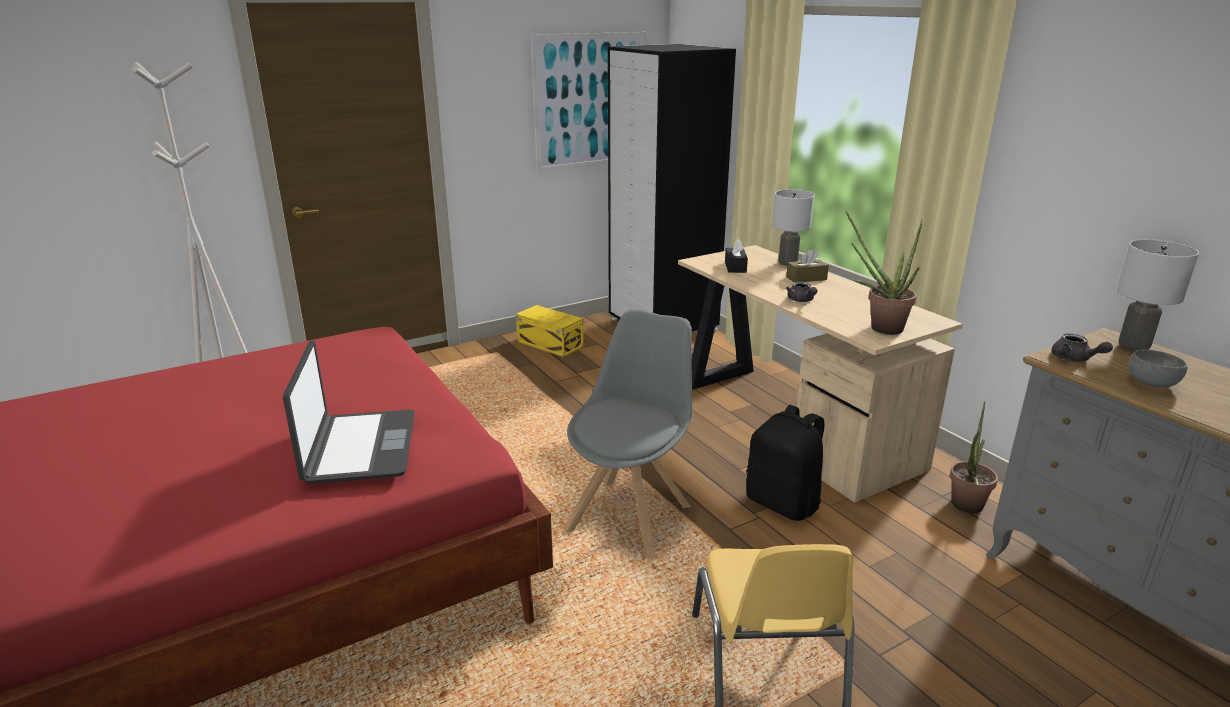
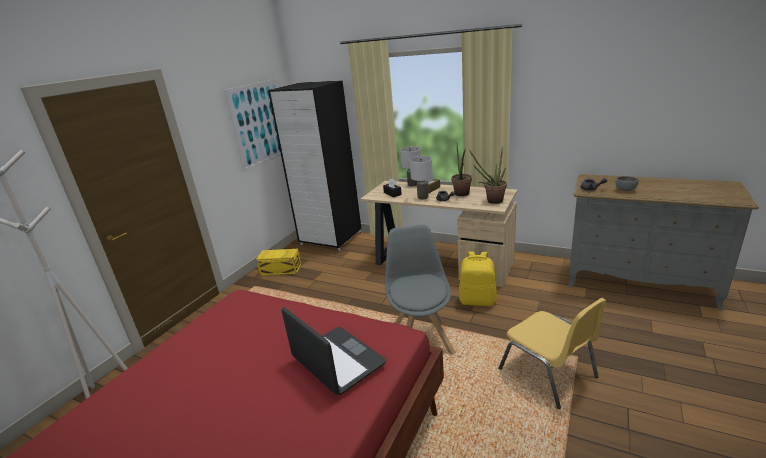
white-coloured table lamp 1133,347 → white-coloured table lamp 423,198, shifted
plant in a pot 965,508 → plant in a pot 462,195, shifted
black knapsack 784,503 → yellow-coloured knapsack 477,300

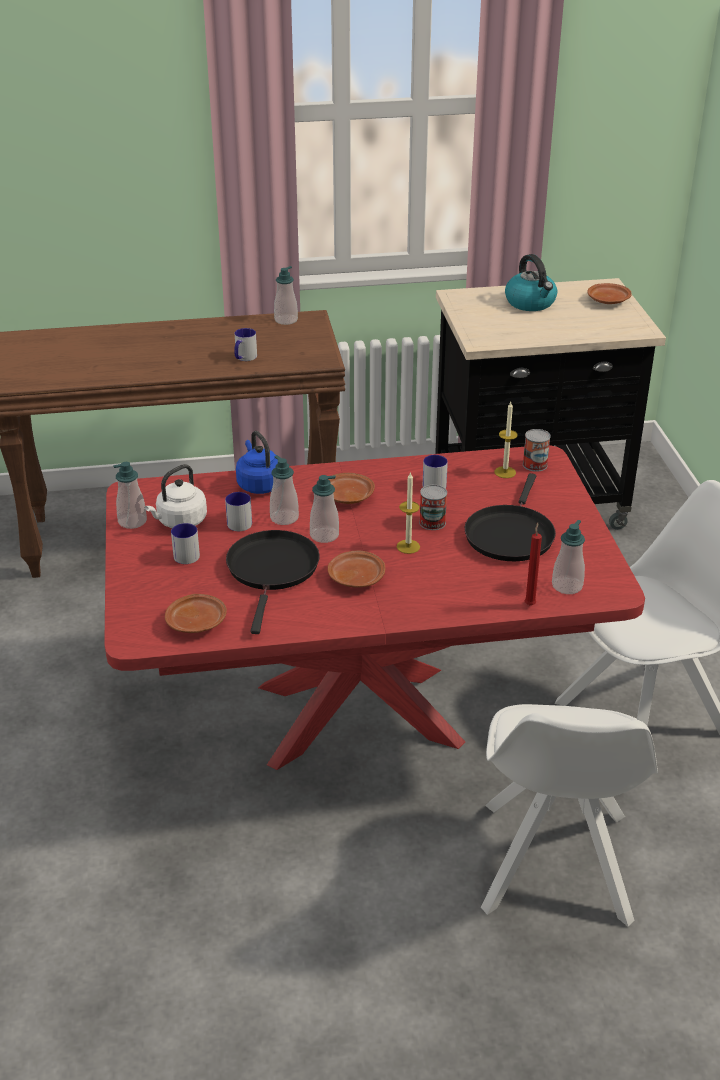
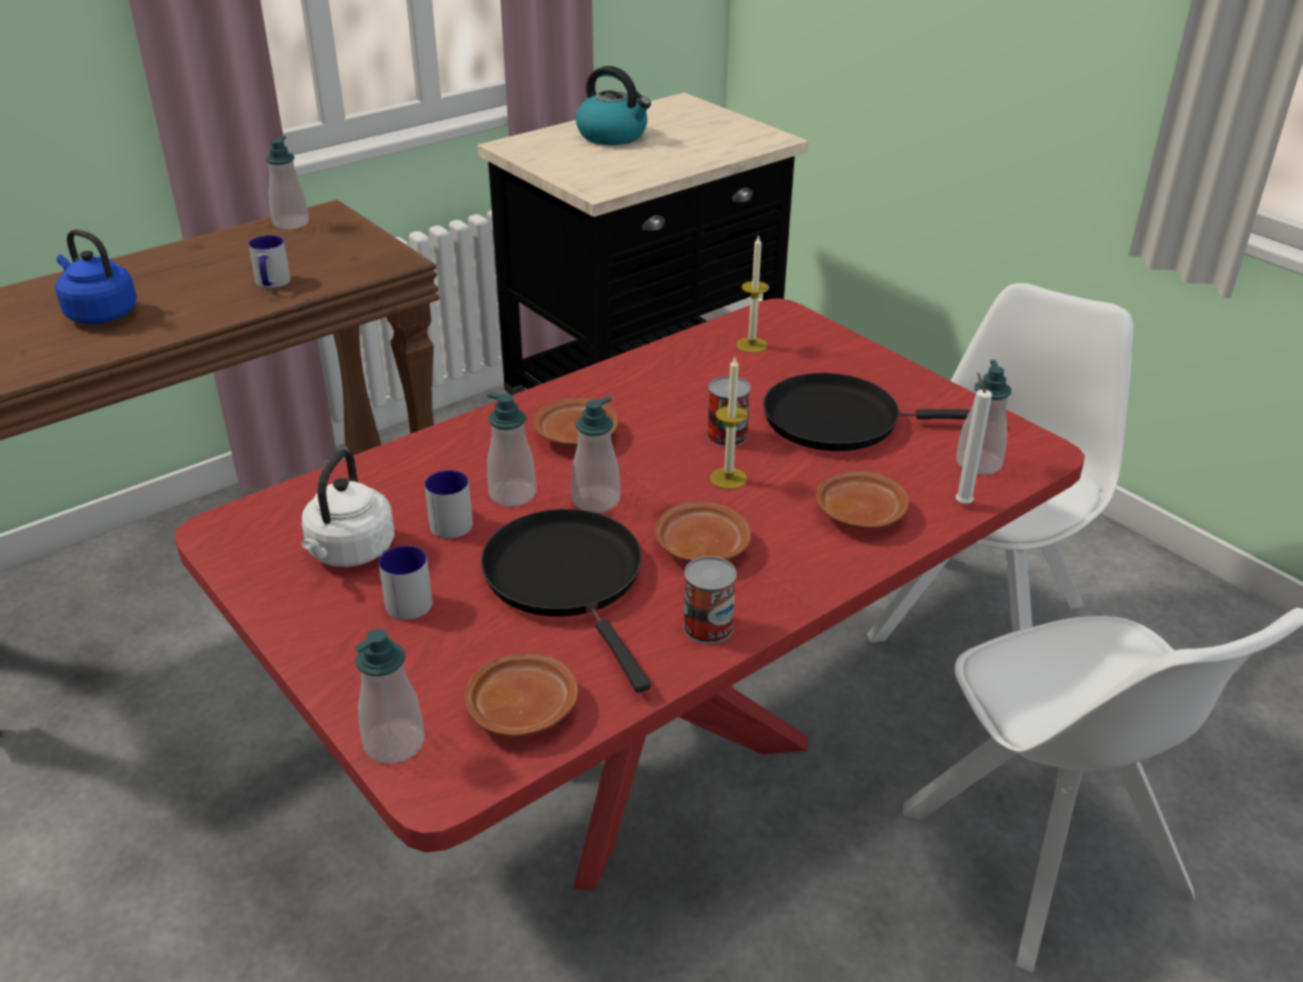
brown dinner plate 608,300 → brown dinner plate 860,513, shifted
can 535,465 → can 708,627, shifted
bluish kettle 259,484 → bluish kettle 99,313, shifted
coffee mug 435,483 → -
liquid soap bottle 132,521 → liquid soap bottle 394,743, shifted
black pan 510,534 → black pan 840,420, 105 degrees clockwise
reddish wax light 530,604 → white-coloured wax light 961,502

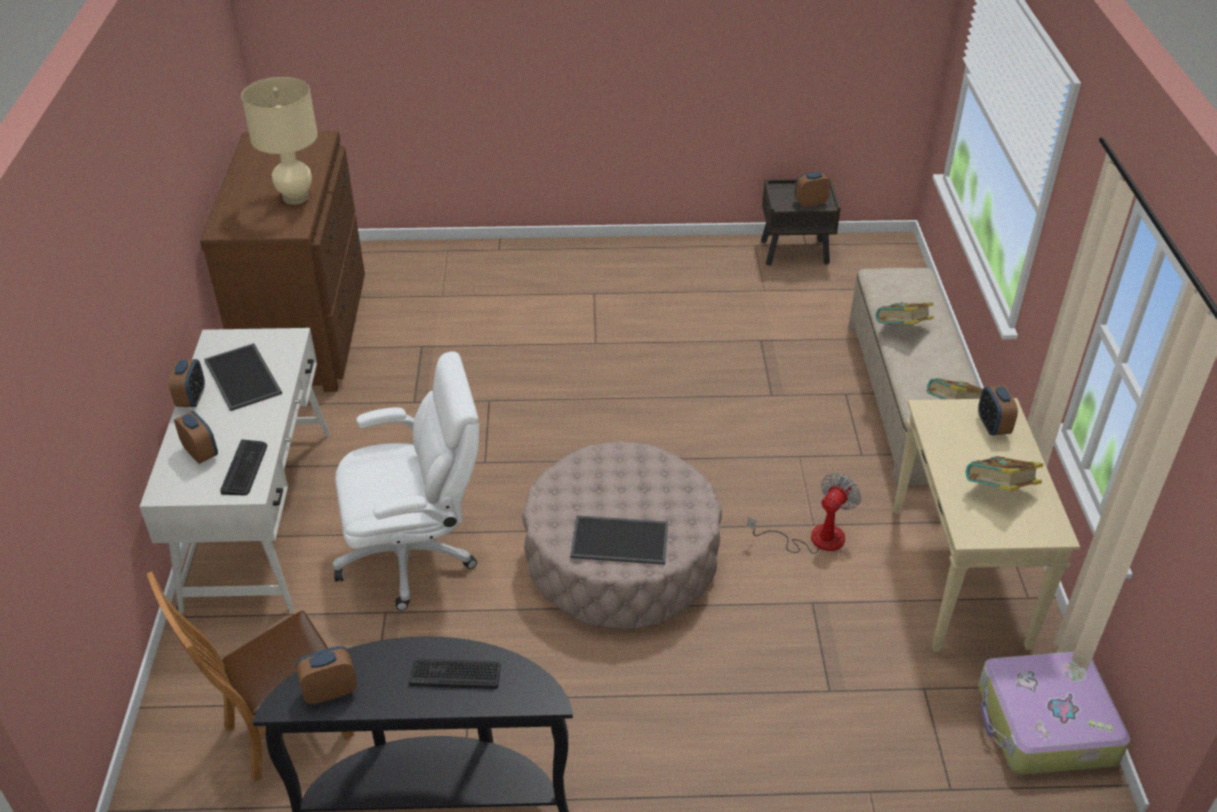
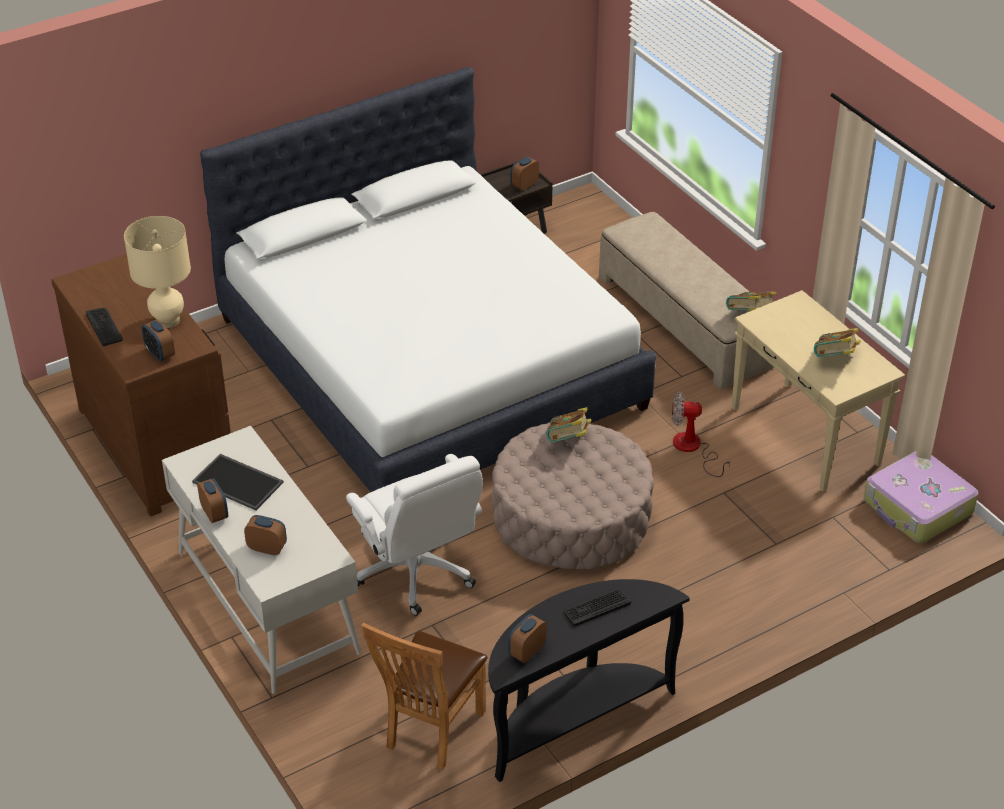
bound book 901,330 → bound book 568,440, shifted
white-coloured computer chair 417,554 → white-coloured computer chair 418,576, 105 degrees clockwise
table clock 992,426 → table clock 160,354, shifted
keyboard 245,468 → keyboard 104,327, shifted
fan 814,538 → fan 693,449, 90 degrees counterclockwise
tray 621,539 → -
- → white-coloured bed 429,362

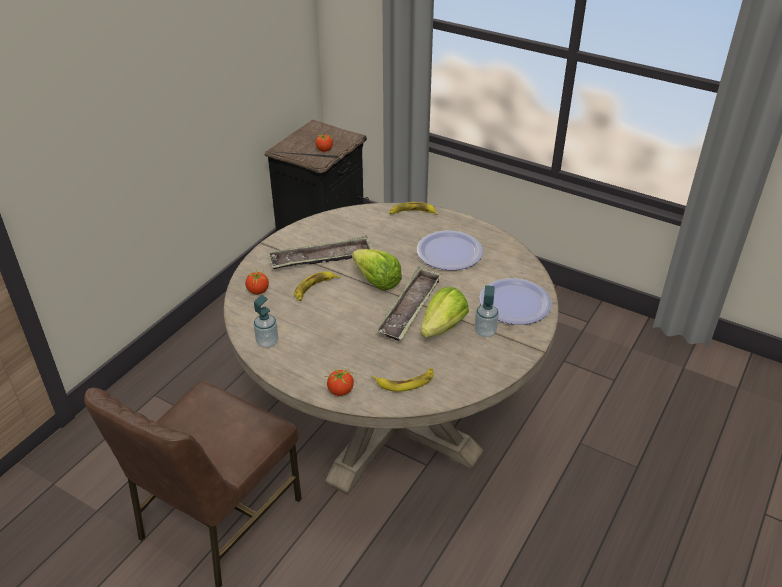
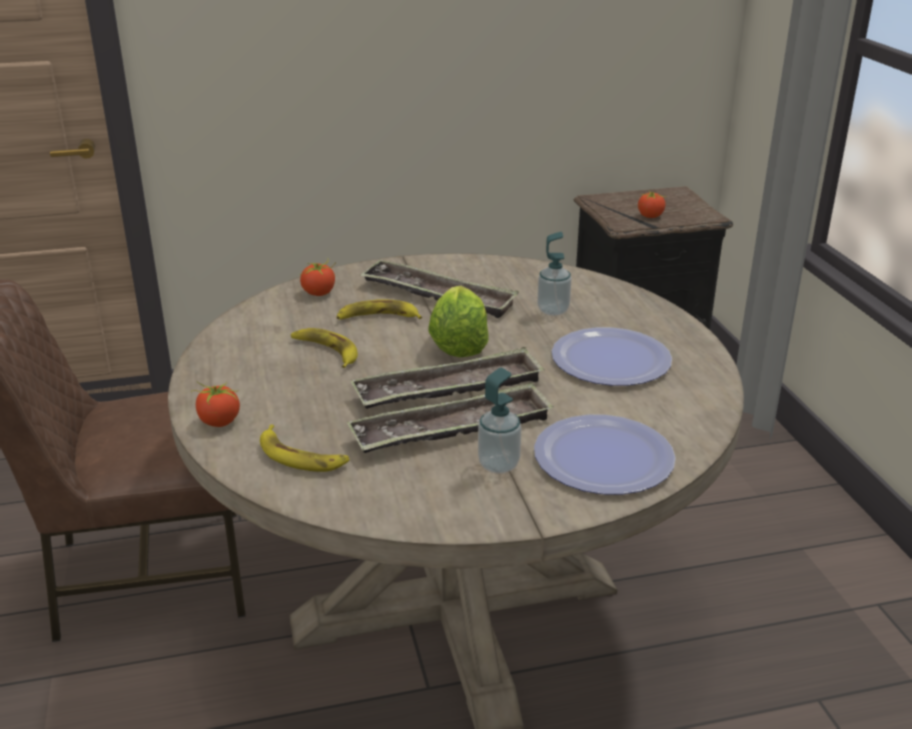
banana fruit 412,213 → banana fruit 326,352, shifted
head of lettuce 443,327 → tray 452,429
liquid soap bottle 267,342 → liquid soap bottle 553,310, shifted

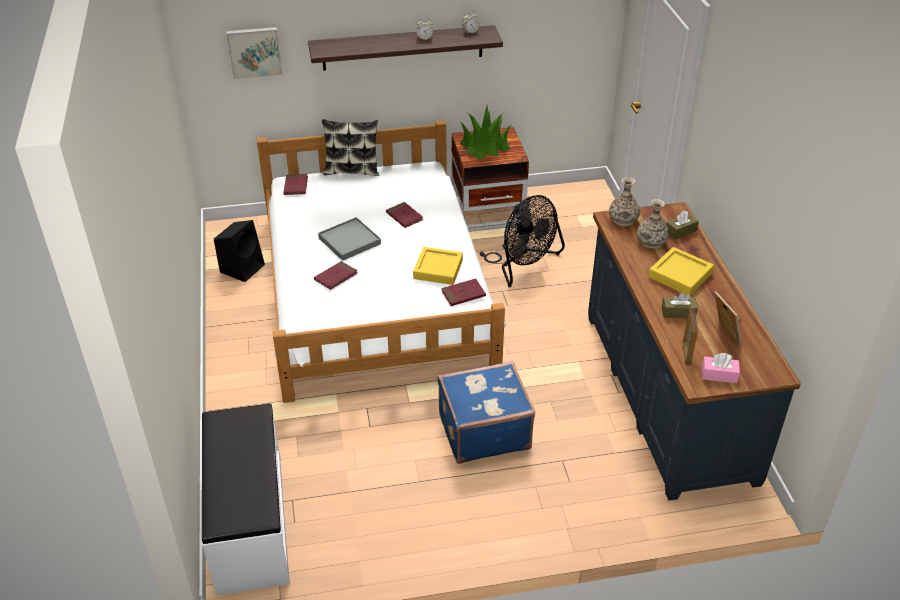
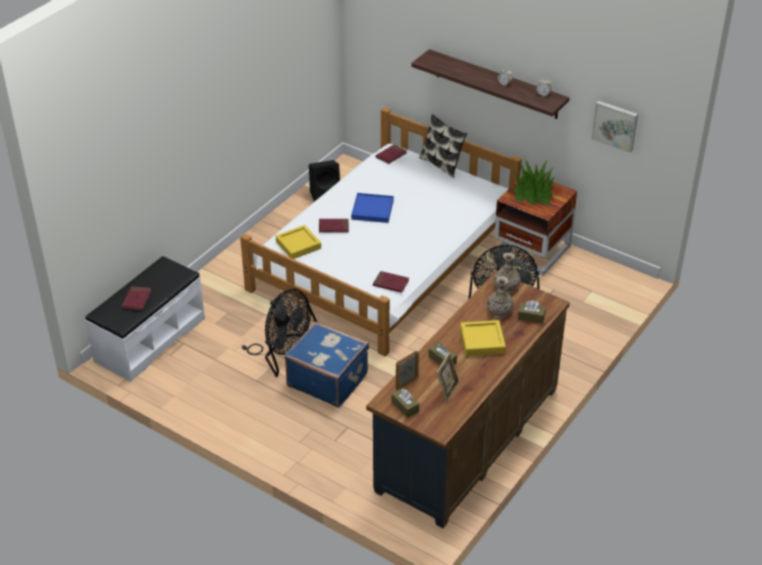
picture 254,52 → picture 615,125, shifted
reddish bound book 404,216 → reddish bound book 136,299, shifted
greyish tray 349,241 → bluish tray 372,210
yellow-coloured tray 438,269 → yellow-coloured tray 298,245, shifted
pinkish box of tissues 719,375 → brown box of tissues 405,407
- → black fan 282,352

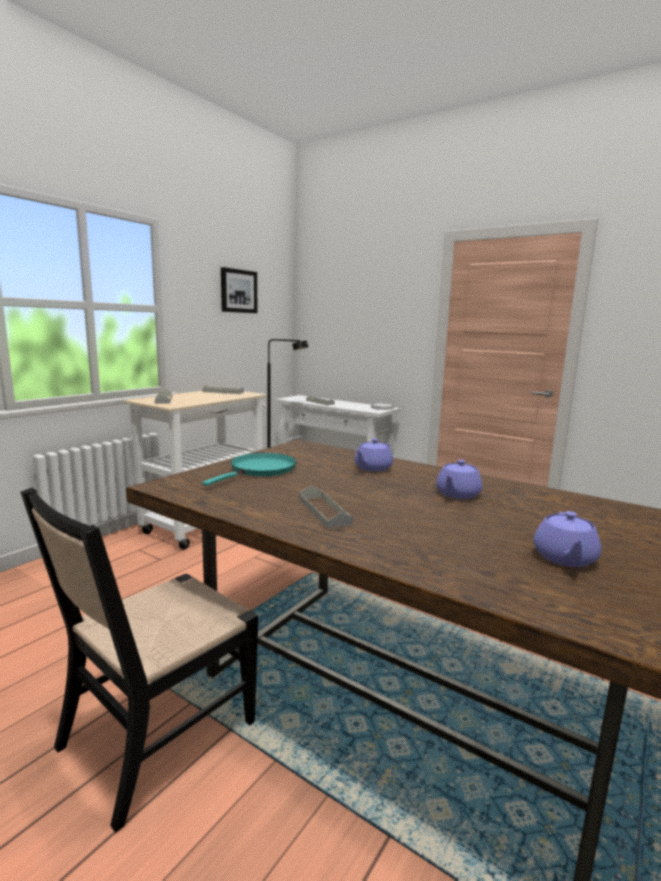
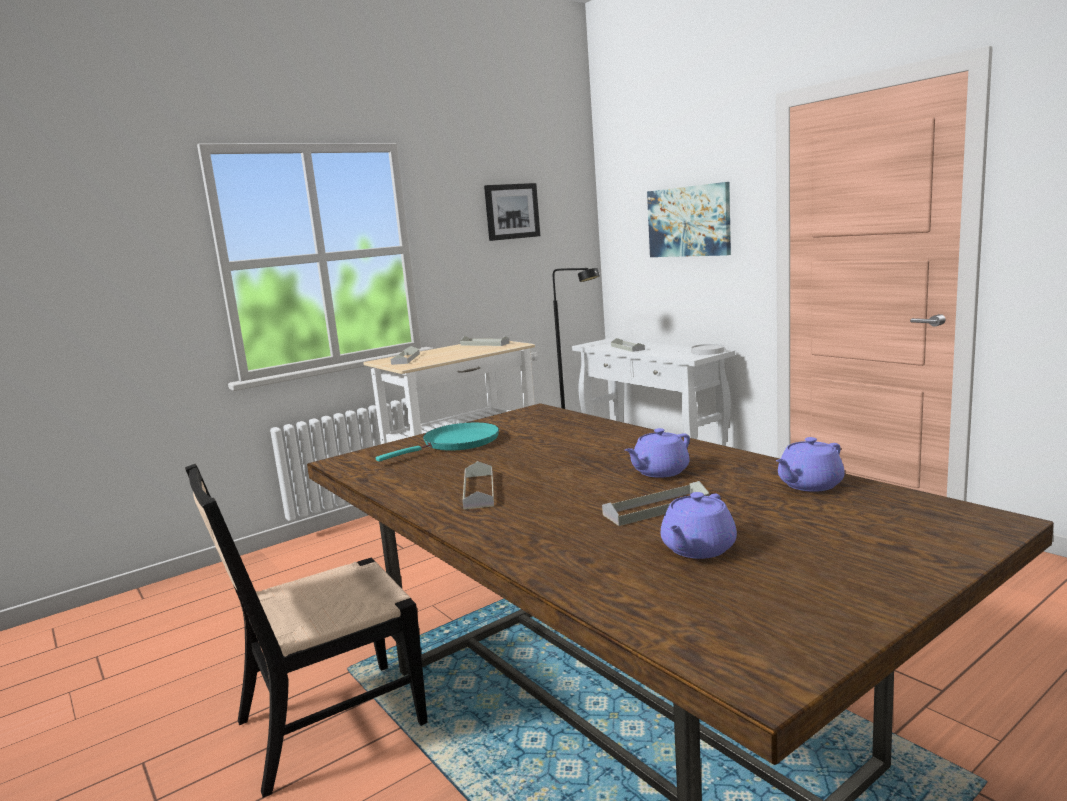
purple-coloured teapot 372,468 → purple-coloured teapot 809,485, shifted
- → picture 689,221
- → greyish tray 656,508

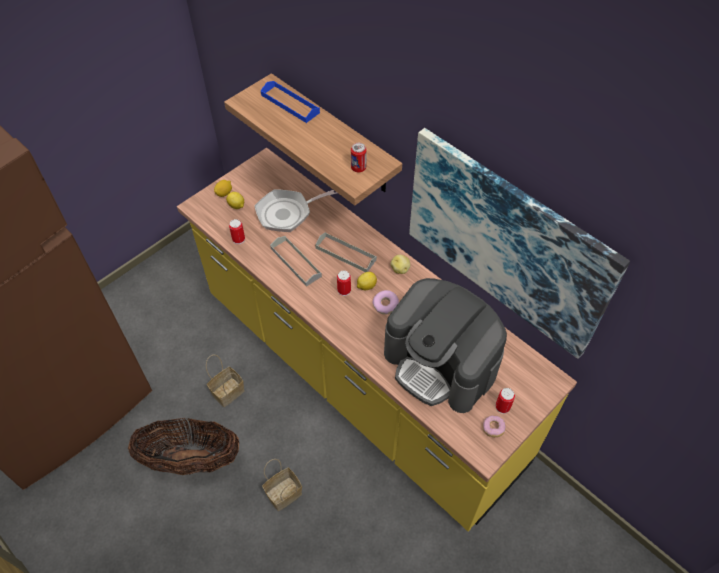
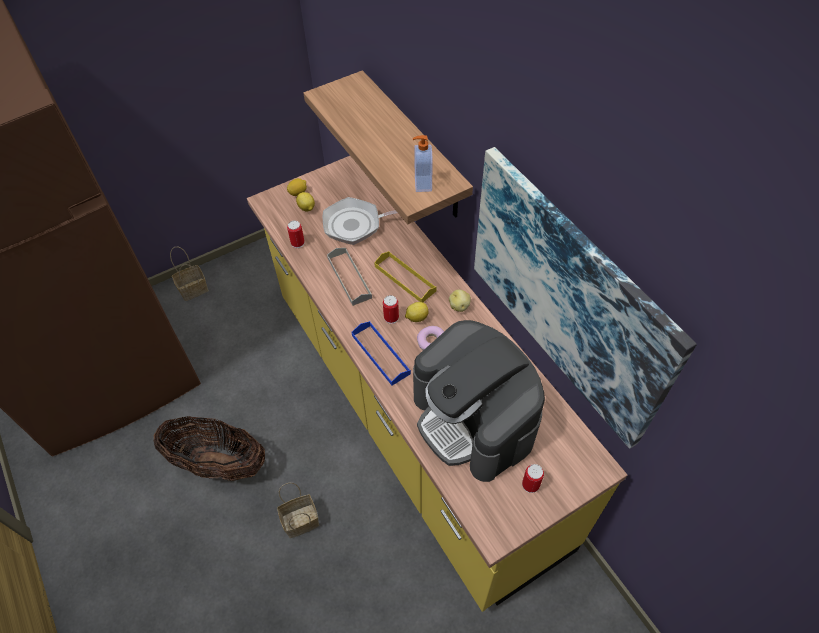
bluish tray 290,104 → bluish tray 380,354, shifted
can 358,168 → liquid soap bottle 422,184
greyish tray 345,254 → yellow-coloured tray 405,278
storage basket 228,391 → storage basket 194,288, shifted
ring doughnut 493,428 → -

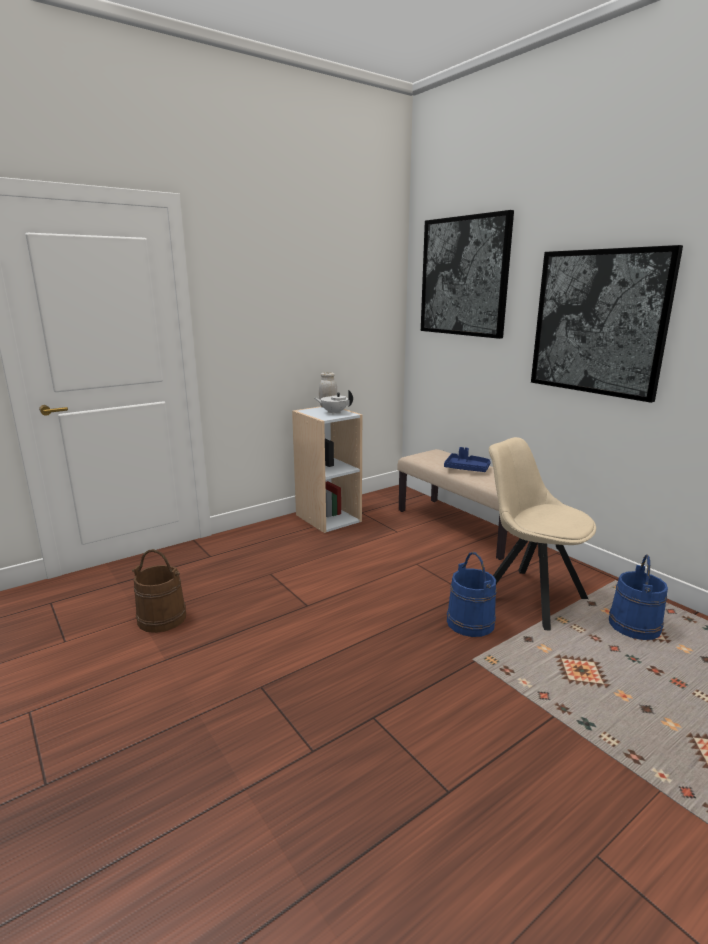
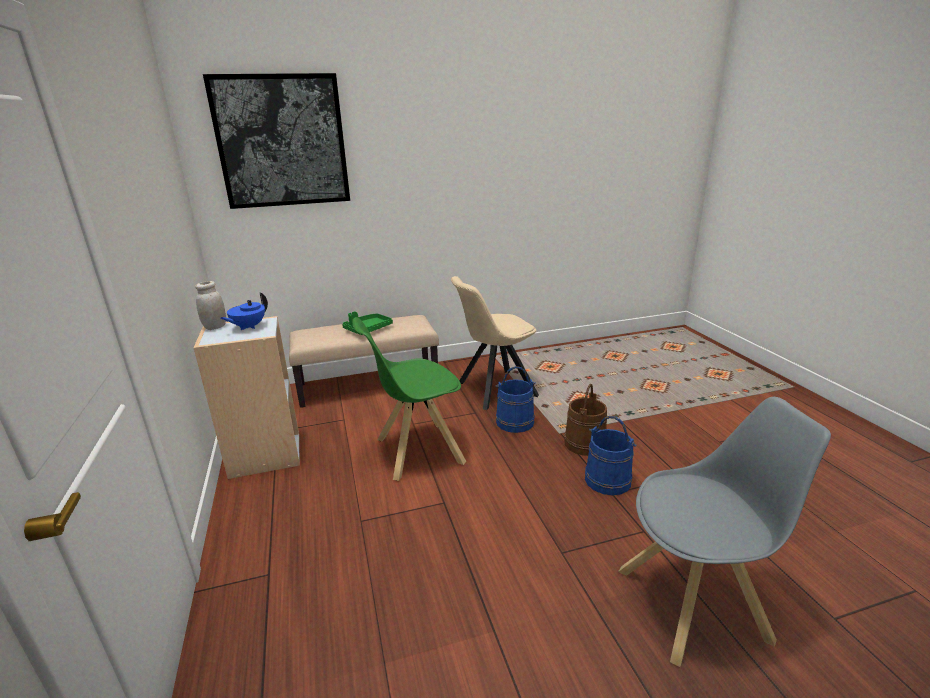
picture 598,322 → -
white-coloured teapot 334,413 → bluish teapot 248,327
bluish tray 467,468 → green tray 368,329
brown water bucket 162,618 → brown water bucket 584,443, shifted
bluish water bucket 634,626 → bluish water bucket 608,480, shifted
- → green plain chair 416,451
- → greyish plain chair 696,603

